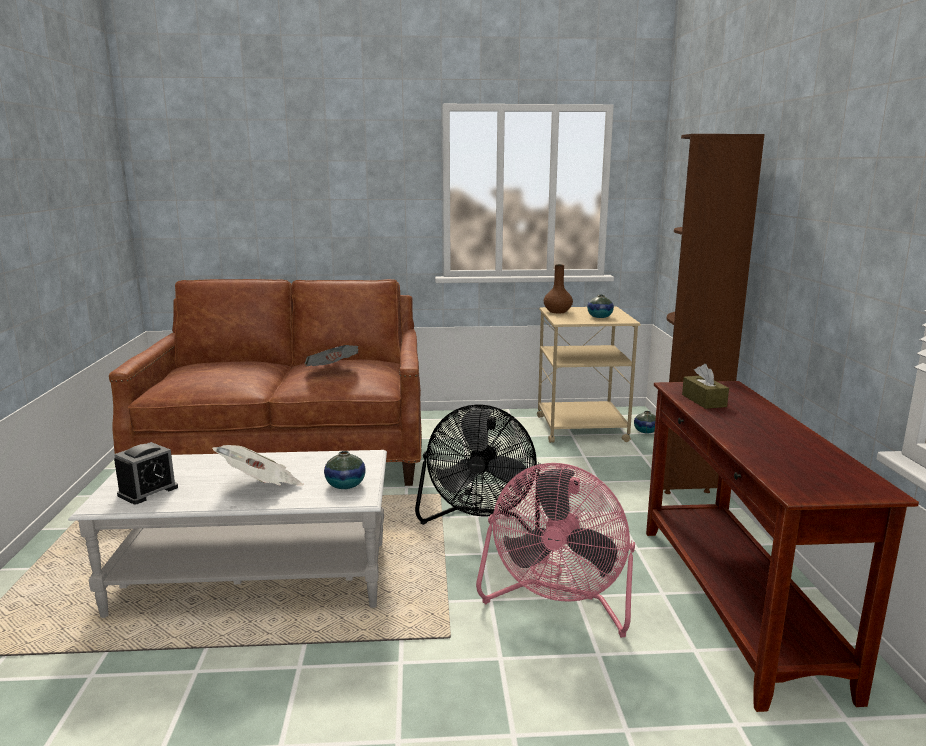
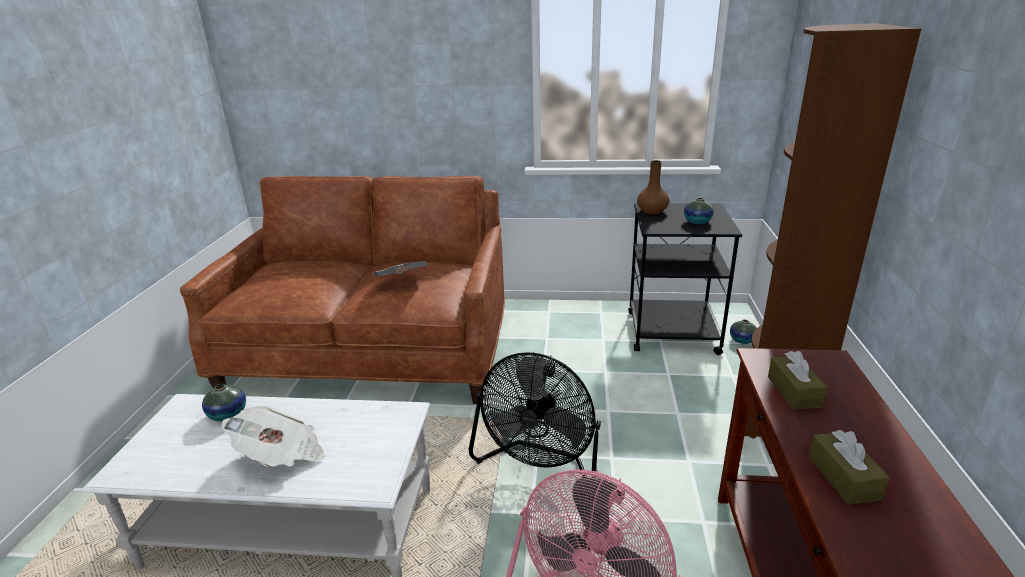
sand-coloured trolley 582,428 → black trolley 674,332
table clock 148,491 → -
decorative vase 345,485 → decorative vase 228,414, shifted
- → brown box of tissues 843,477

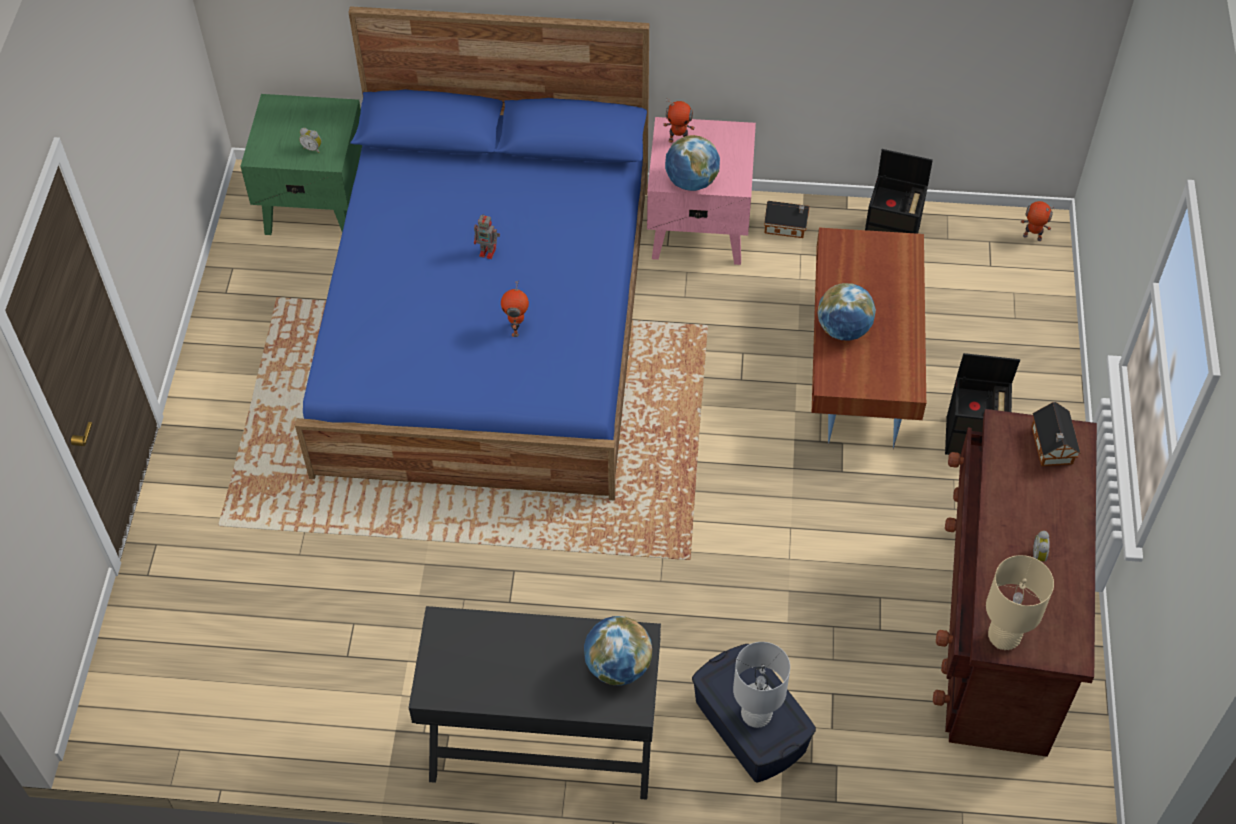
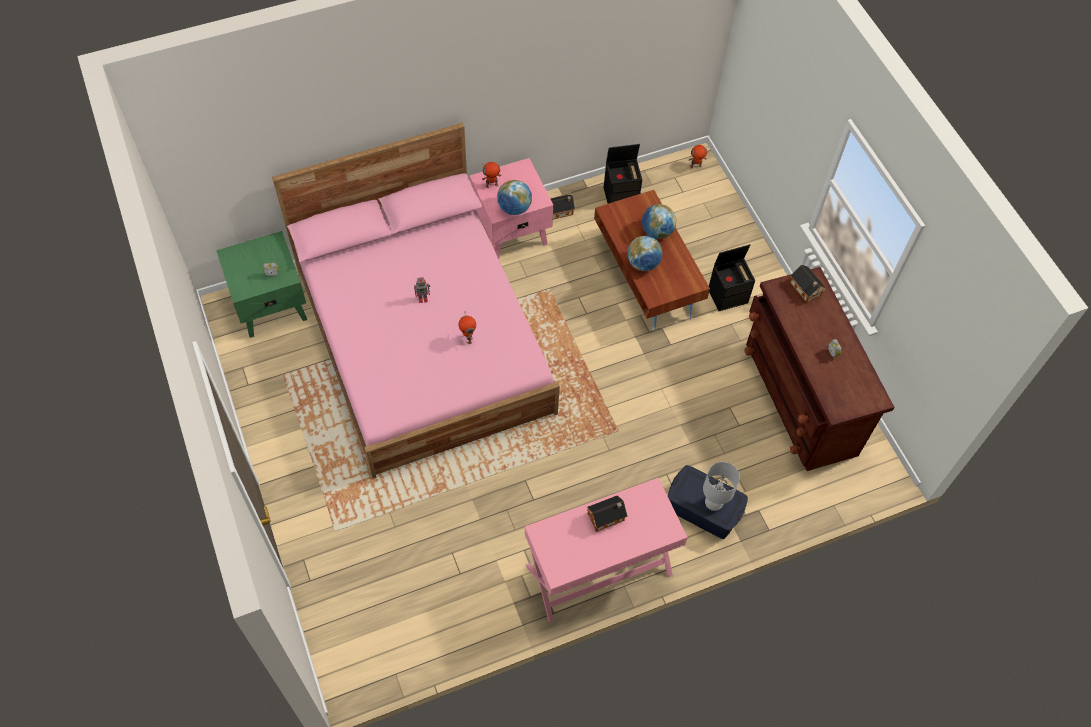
bluish bed 489,324 → pinkish bed 423,339
sand-coloured table lamp 1003,638 → -
black desk unit 543,742 → pinkish desk unit 599,571
desk globe 617,666 → desk globe 656,232, shifted
- → miniature house 607,517

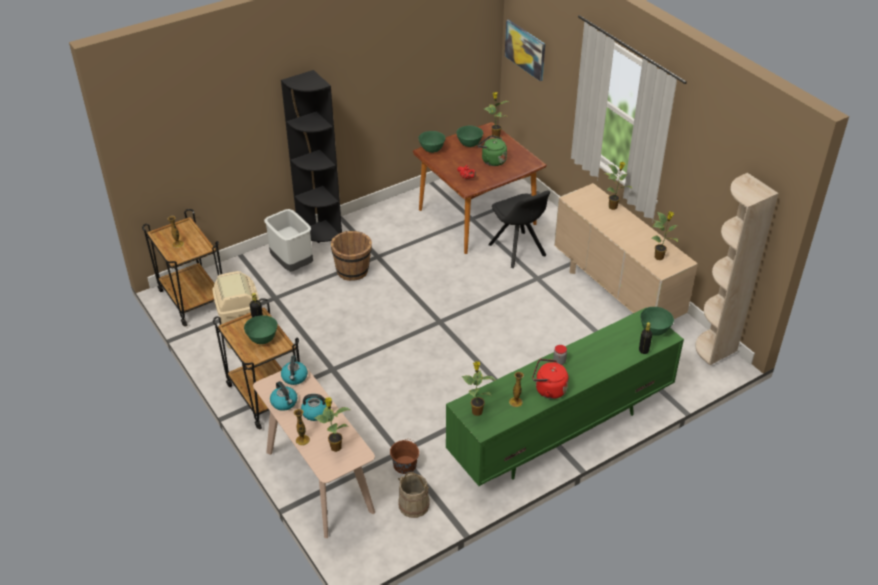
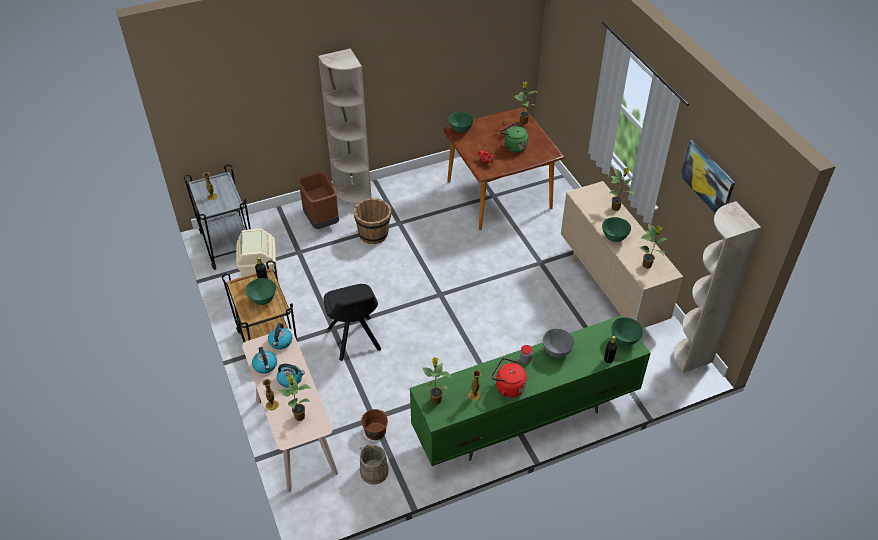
picture 525,49 → picture 708,178, shifted
black bookshelf 320,236 → sand-coloured bookshelf 353,197
green serving bowl 469,144 → green serving bowl 614,237, shifted
black plain chair 517,250 → black plain chair 354,339, shifted
brown trolley 193,299 → greyish trolley 227,244
greyish rubbish bin 291,264 → brown rubbish bin 321,221
- → greyish serving bowl 557,351

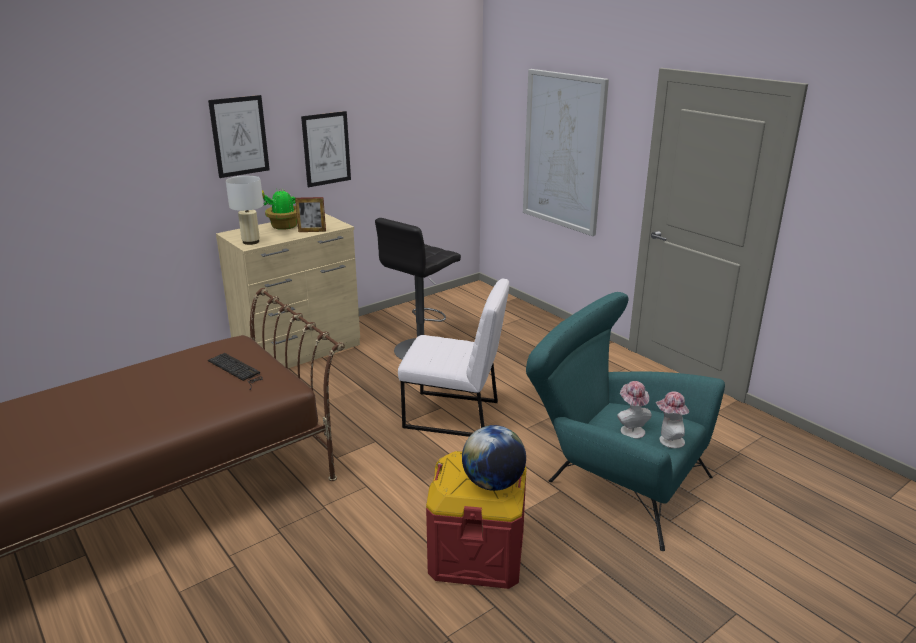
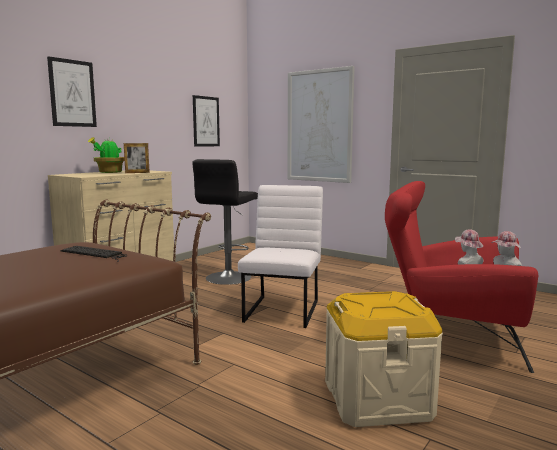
picture 326,149 → picture 206,121, shifted
white-coloured table lamp 251,242 → -
white-coloured plain chair 454,415 → white-coloured plain chair 283,310, 75 degrees counterclockwise
turquoise easy chair 615,481 → reddish easy chair 449,334
desk globe 493,483 → -
reddish storage bin 477,554 → sand-coloured storage bin 377,399

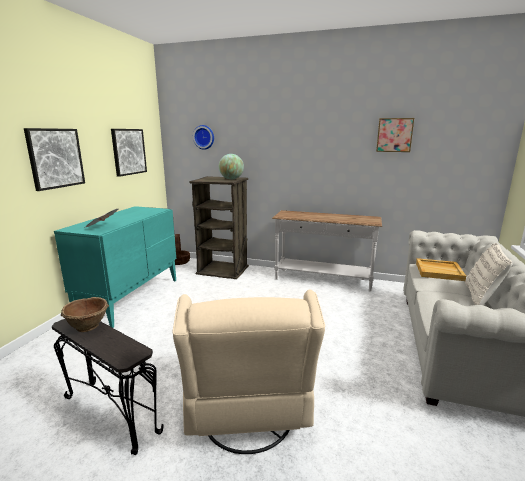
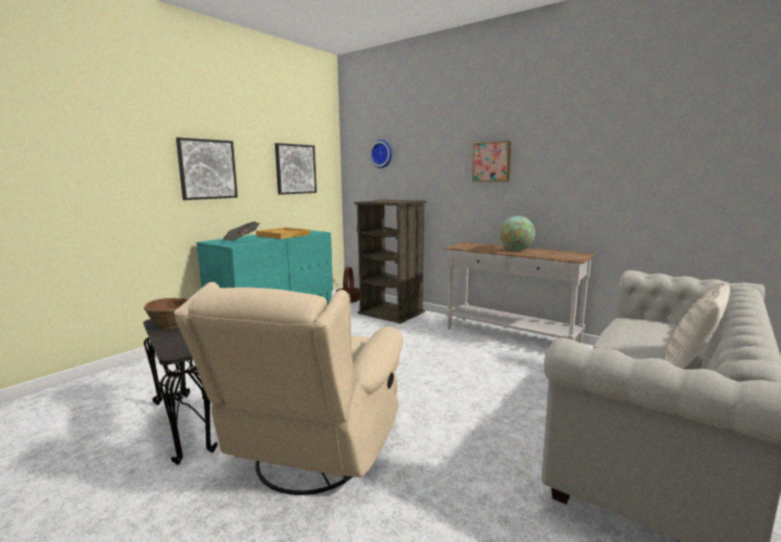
picture 394,135 → picture 491,162, shifted
desk globe 231,179 → desk globe 515,250, shifted
sand-coloured tray 439,271 → sand-coloured tray 284,235, shifted

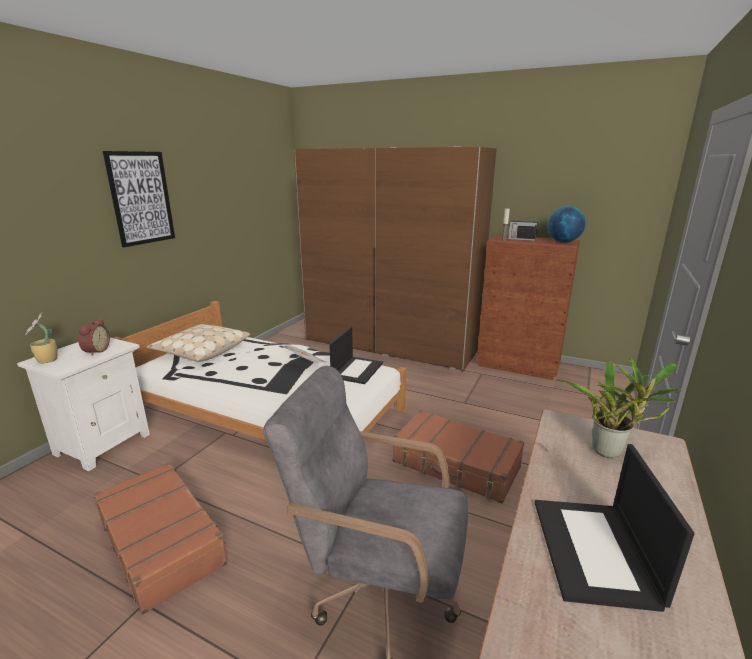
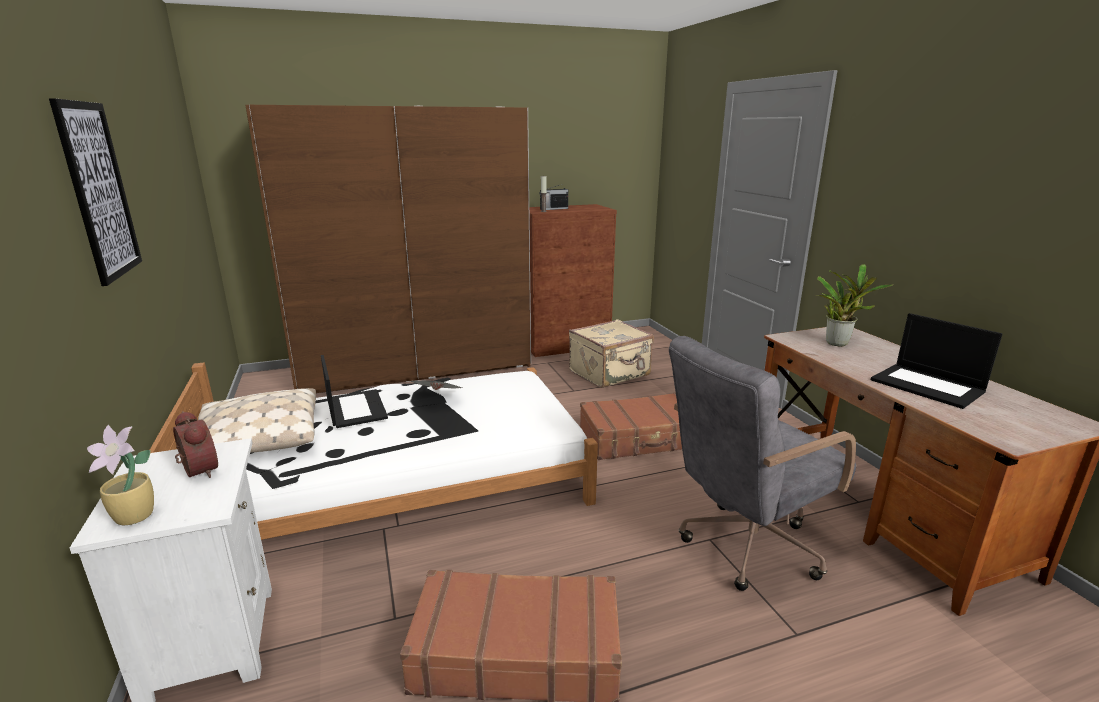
desk globe 563,242 → -
notebook computer 357,370 → notebook computer 355,408, shifted
- → sand-coloured piece of luggage 610,374

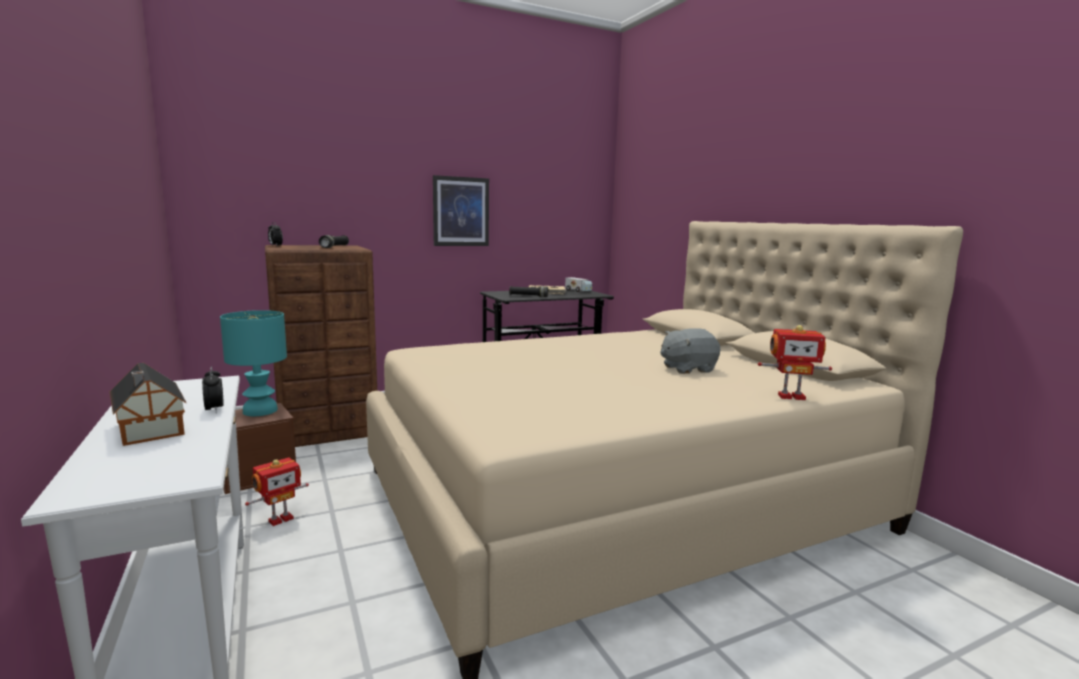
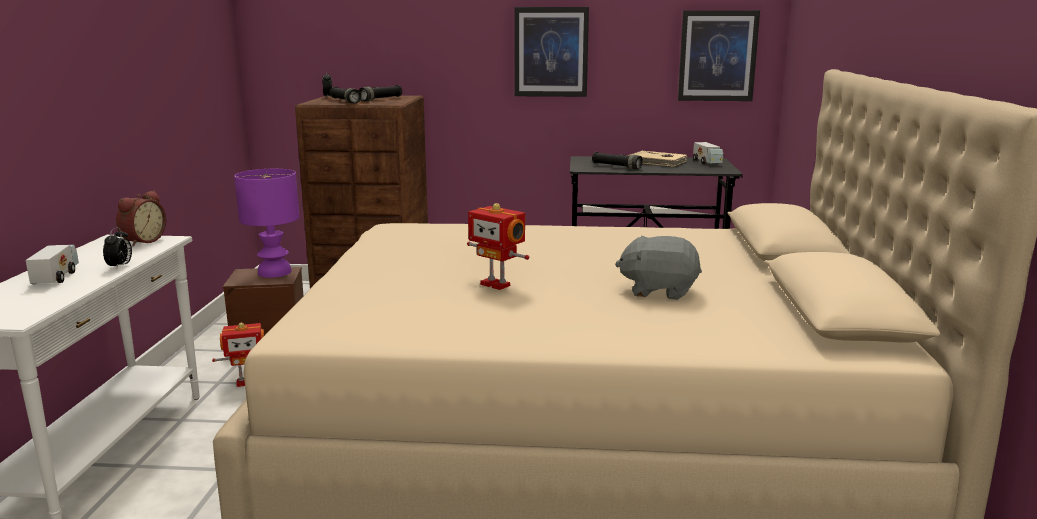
turquoise table lamp 261,411 → purple-coloured table lamp 275,272
robot figure 791,396 → robot figure 496,284, shifted
miniature house 150,429 → toy truck 56,276
- → picture 717,56
- → black hand torch 345,101
- → table clock 142,241

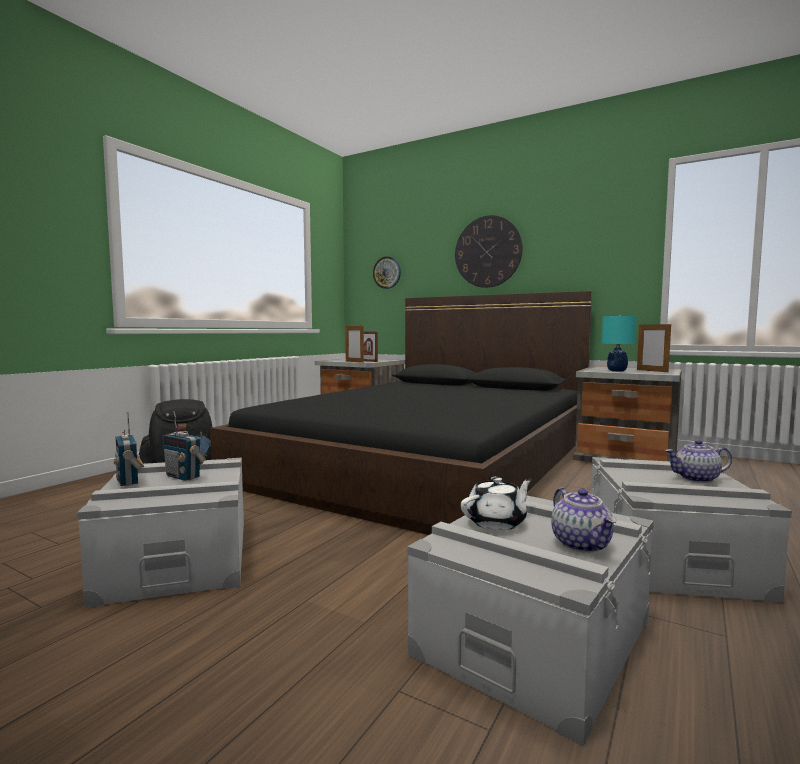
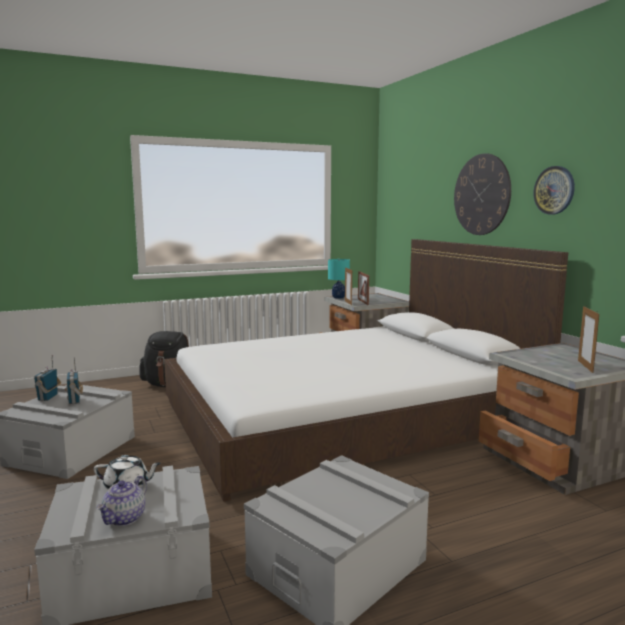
hanging clock 387,272 → hanging clock 554,190, shifted
black bed 430,460 → white-coloured bed 347,414
turquoise table lamp 616,371 → turquoise table lamp 338,297, shifted
teapot 696,478 → -

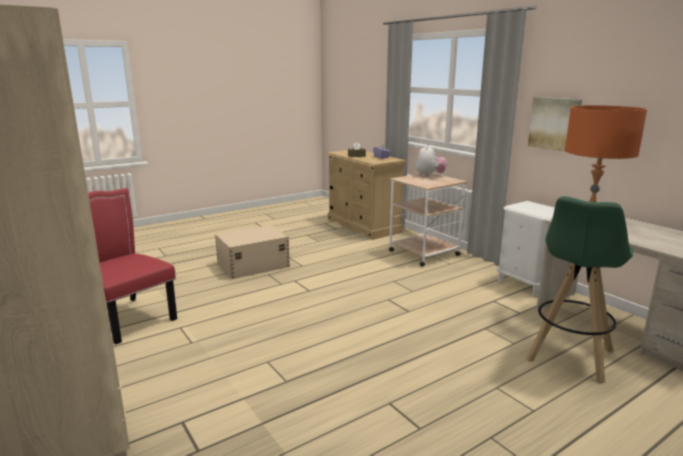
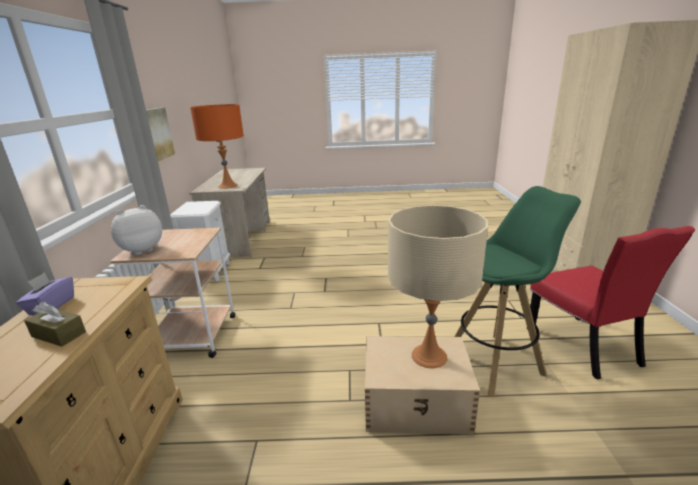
green stool seat 568,356 → green stool seat 496,362, shifted
- → sand-coloured table lamp 429,356

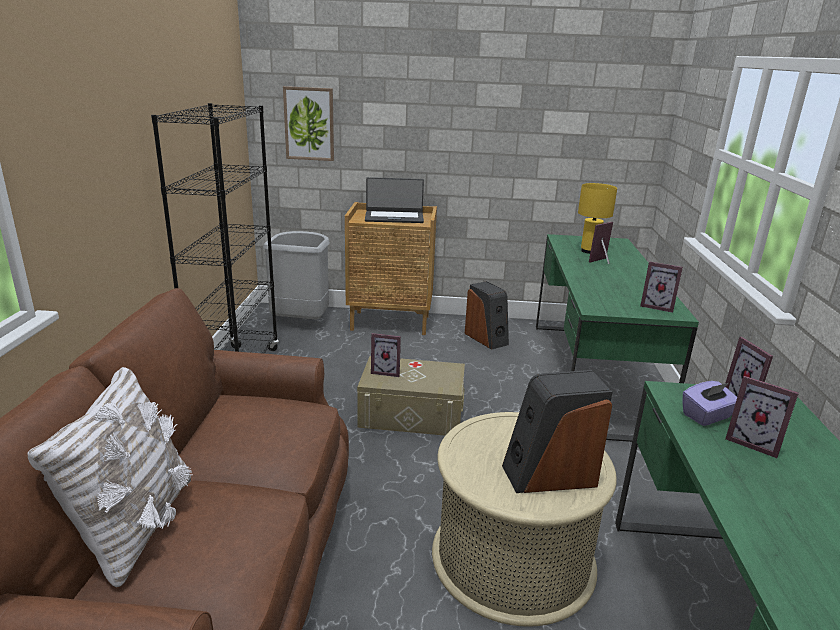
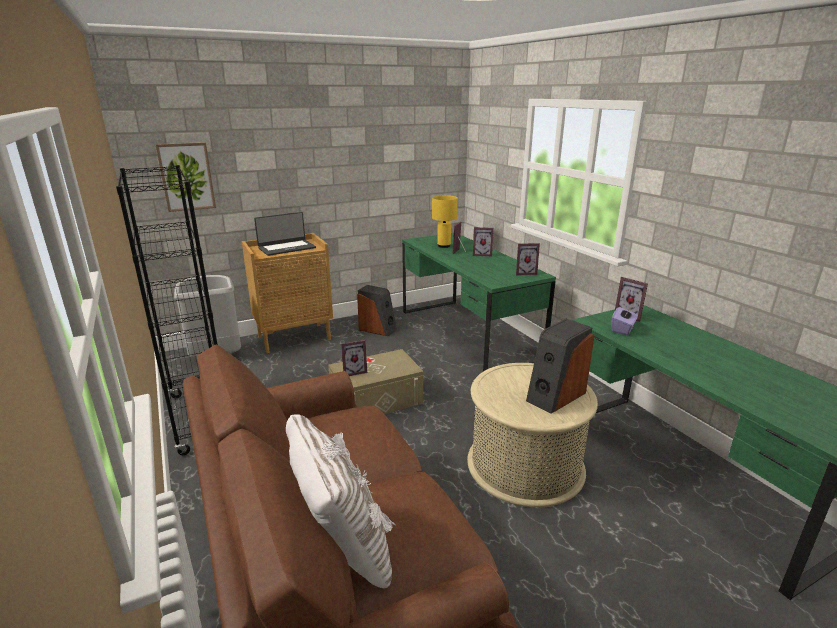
photo frame 753,442 → photo frame 482,254, shifted

